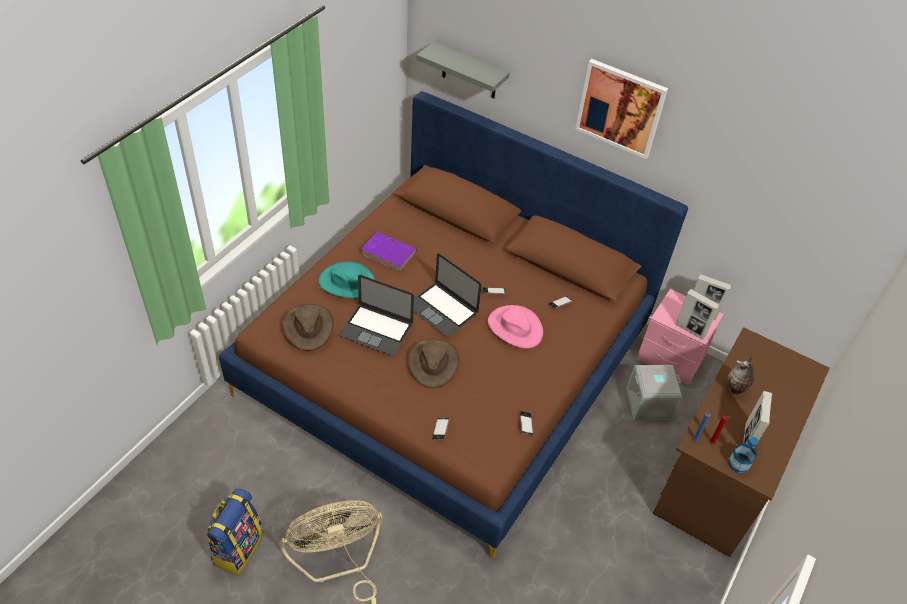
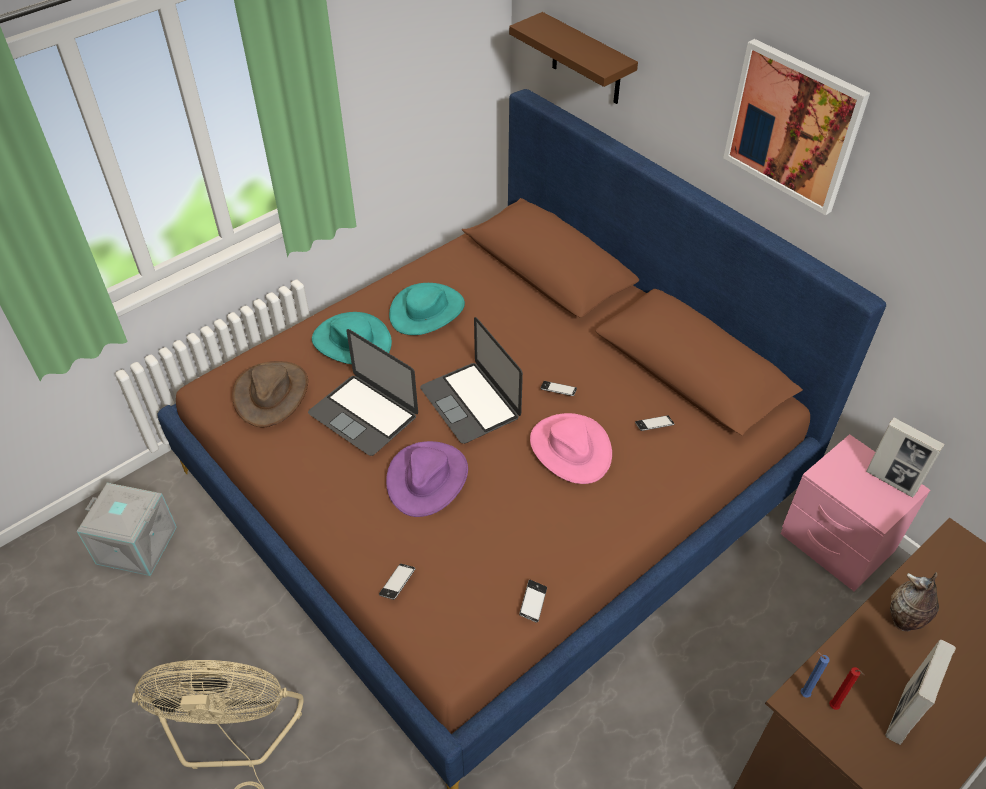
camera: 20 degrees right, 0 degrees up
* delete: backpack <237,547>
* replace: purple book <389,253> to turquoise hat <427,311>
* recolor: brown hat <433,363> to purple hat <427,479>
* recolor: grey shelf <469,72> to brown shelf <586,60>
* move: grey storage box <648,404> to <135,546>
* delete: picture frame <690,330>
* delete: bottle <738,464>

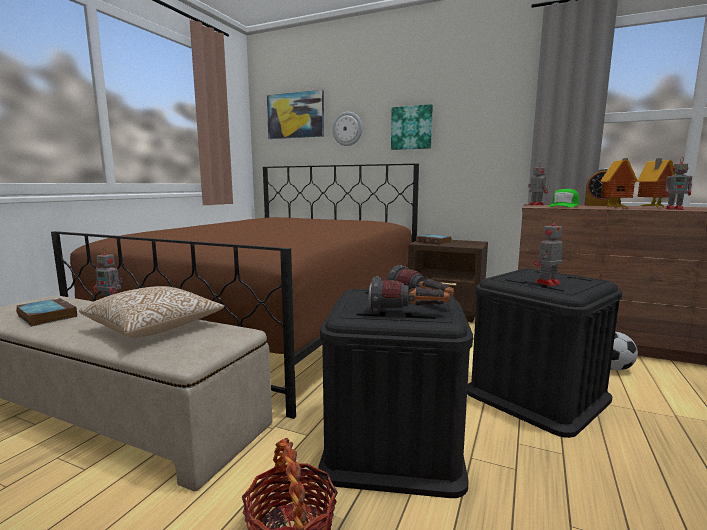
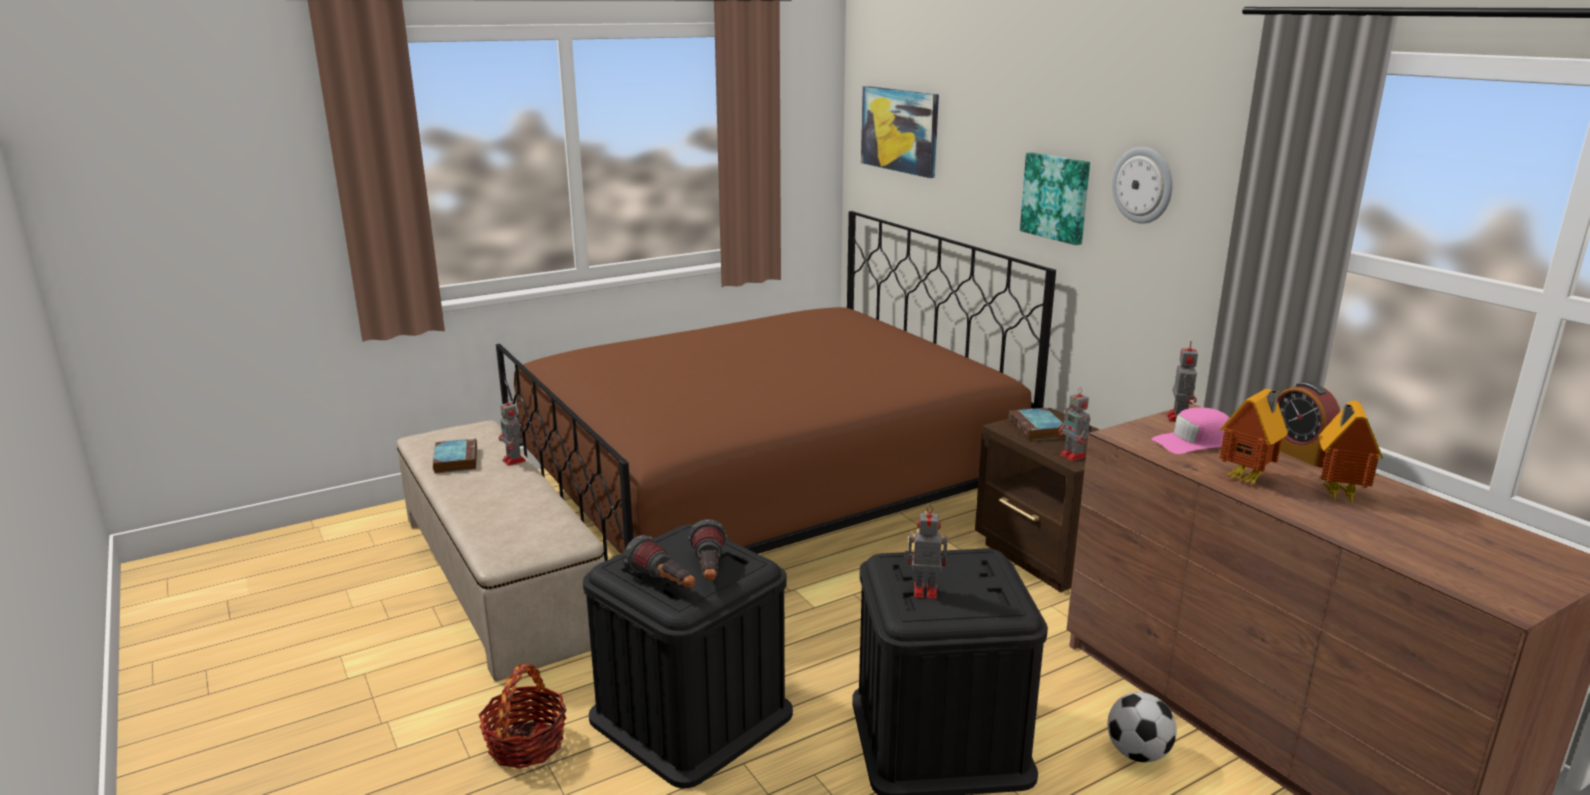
camera: 35 degrees right, 10 degrees up
* delete: pillow <155,328>
* move: wall clock <347,129> to <1143,185>
* recolor: green cap <564,206> to pink cap <1194,442>
* move: toy robot <675,209> to <1074,456>

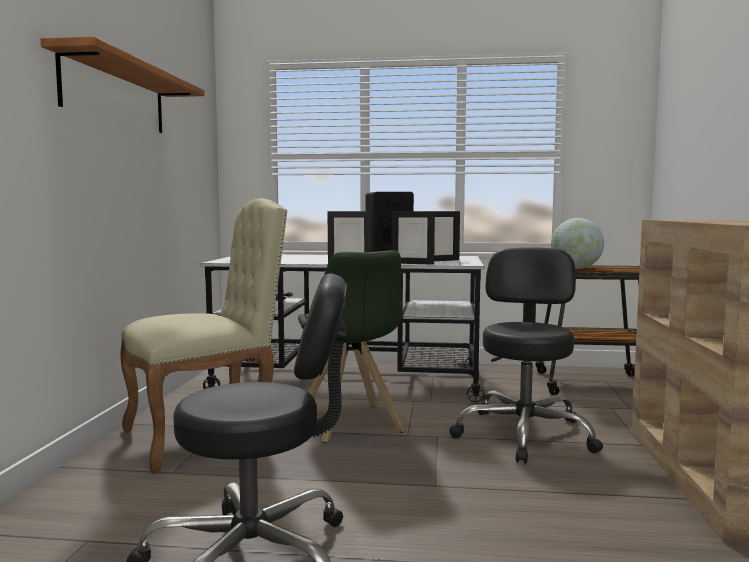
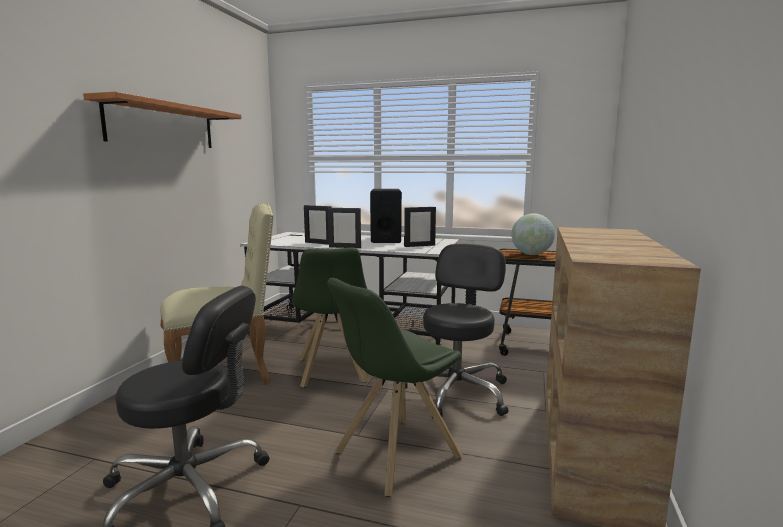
camera: 10 degrees right, 5 degrees up
* move: picture frame <412,263> to <319,243>
* insert: green chair <396,454>

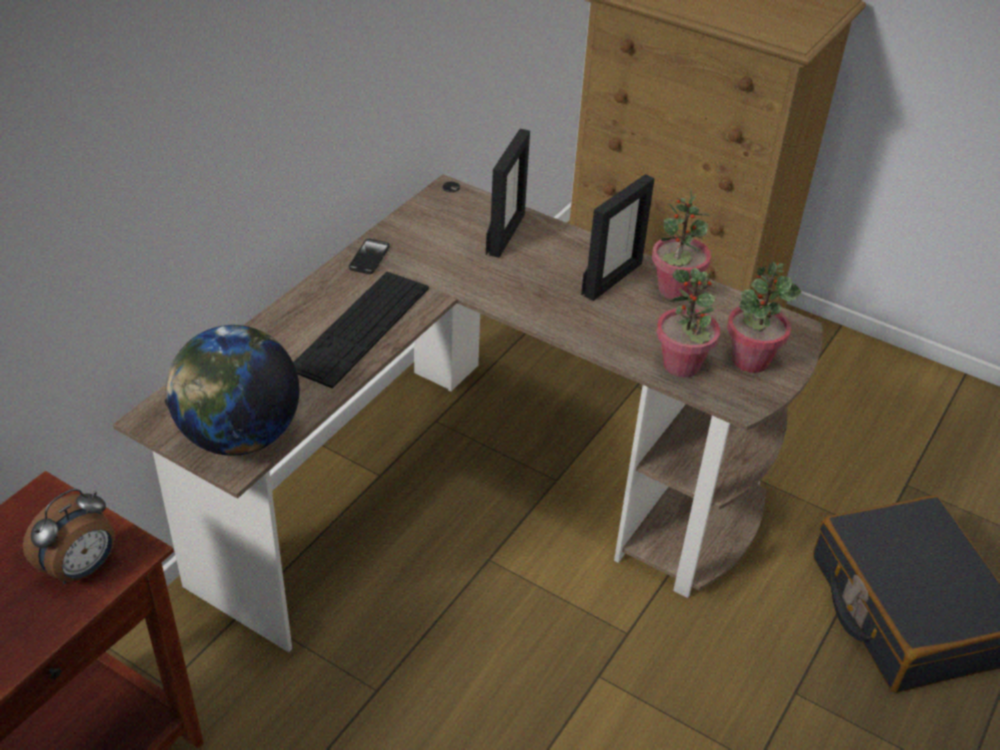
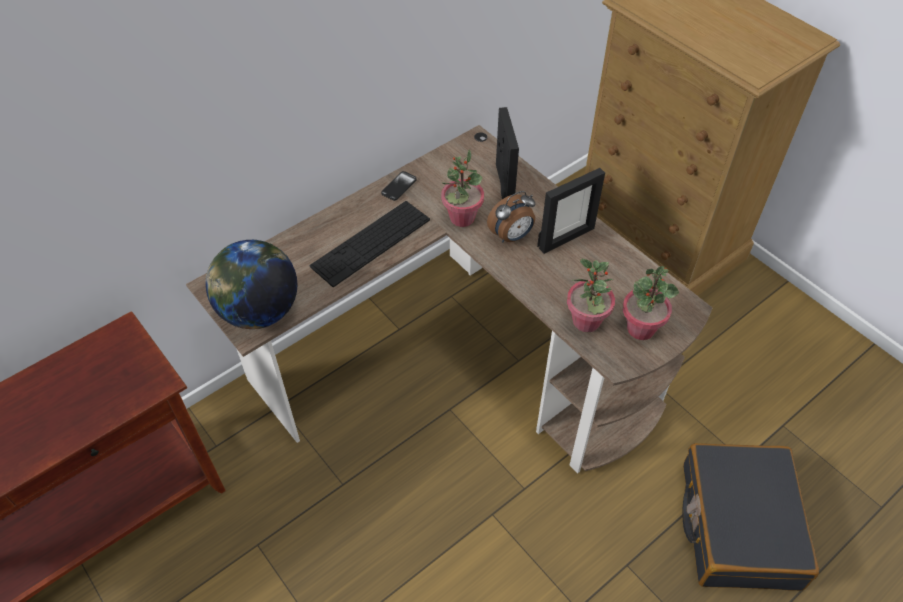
camera: 20 degrees right, 10 degrees up
* move: alarm clock <82,569> to <512,236>
* rotate: picture frame <505,234> = <503,184> 45 degrees counterclockwise
* move: potted plant <675,289> to <462,218>

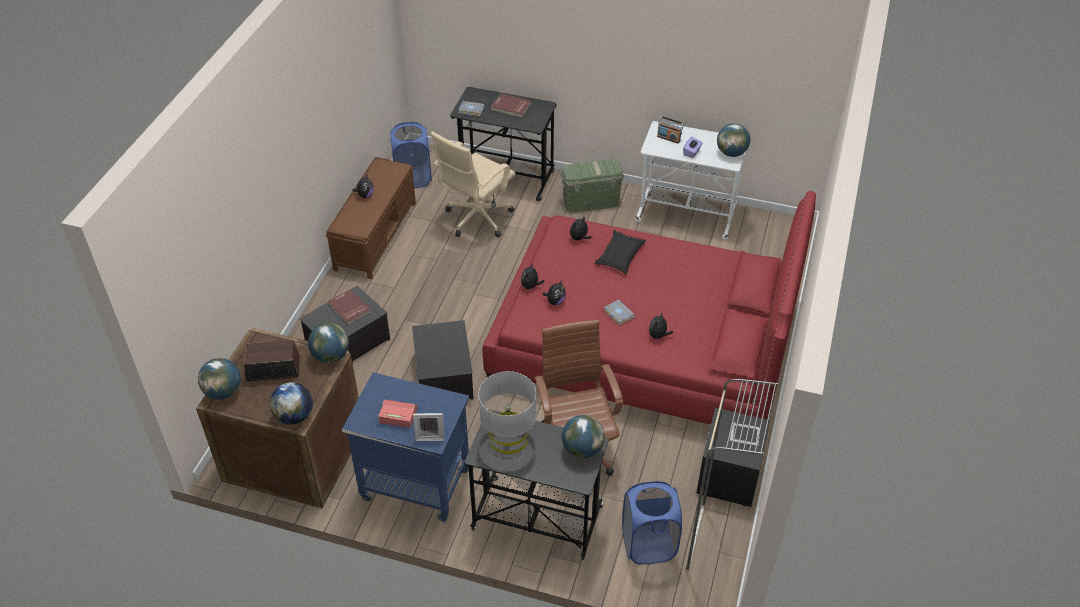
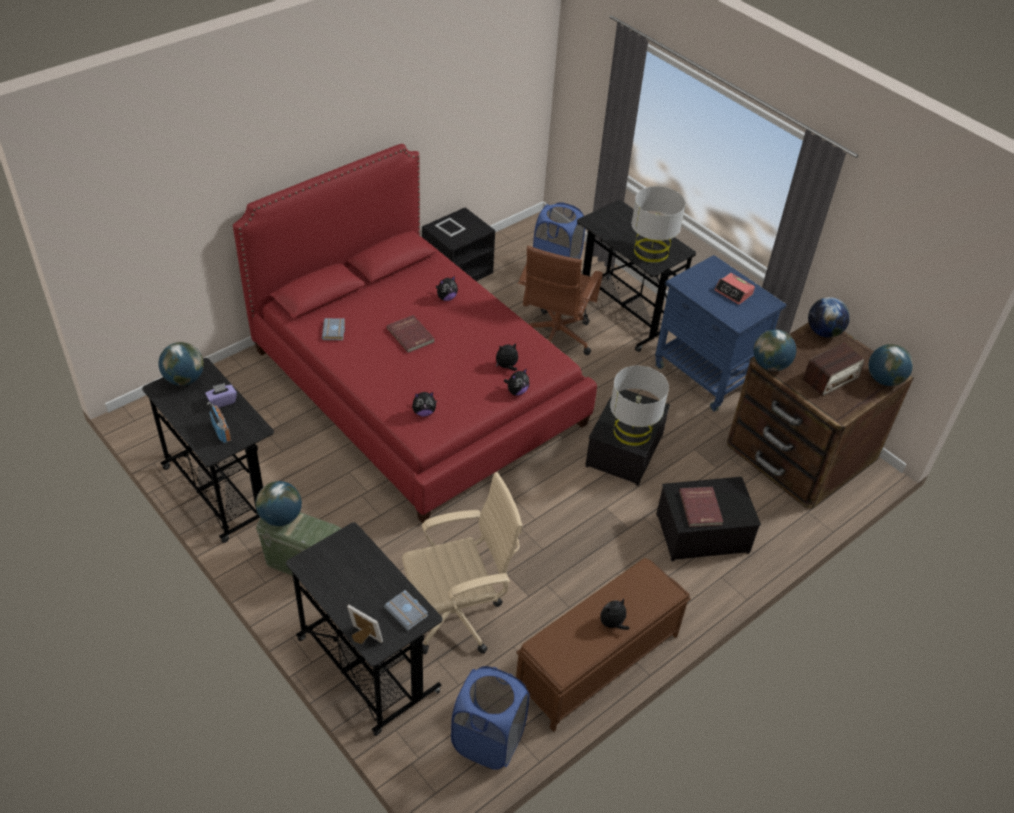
camera: 150 degrees left, 0 degrees up
* rotate: radio <273,369> = <830,378> 60 degrees counterclockwise
* move: picture frame <430,435> to <364,638>
* move: red book <511,107> to <411,335>
* move: globe <582,449> to <281,517>
* delete: black pillow <620,255>
* move: grey book <618,314> to <334,331>
* recolor: white desk <686,214> to black desk <223,489>
* delete: grey clothes rack <716,543>
* insert: grey table lamp <632,431>

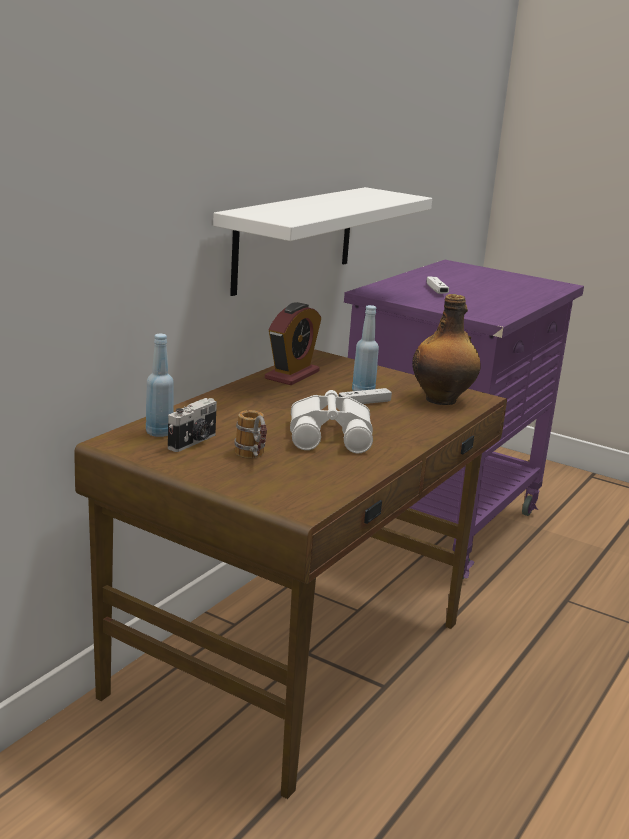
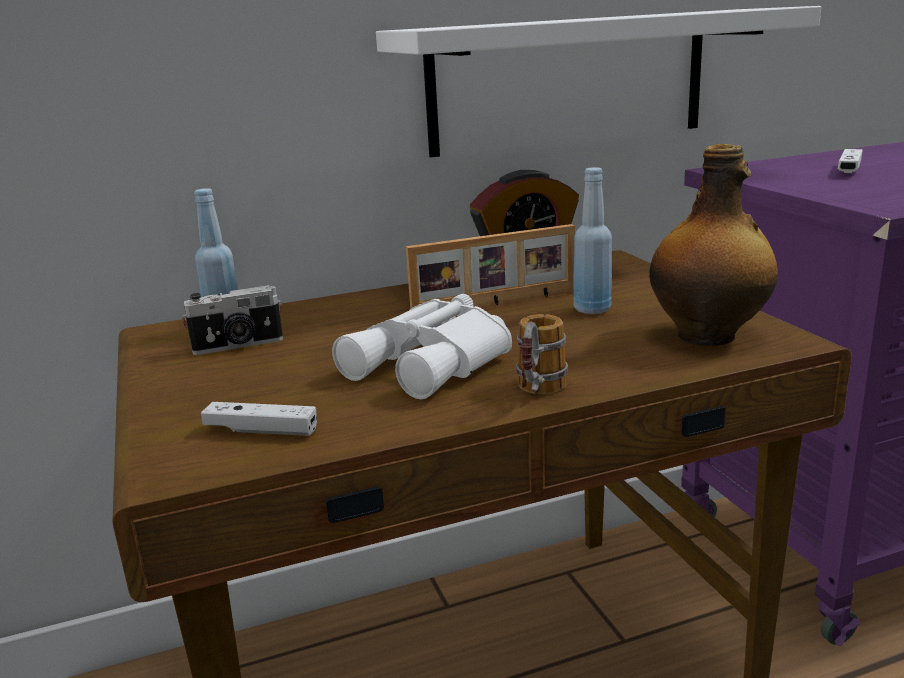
camera: 40 degrees right, 0 degrees up
* move: mug <253,458> to <537,394>
* move: white game controller <364,403> to <261,430>
* insert: picture frame <495,304>

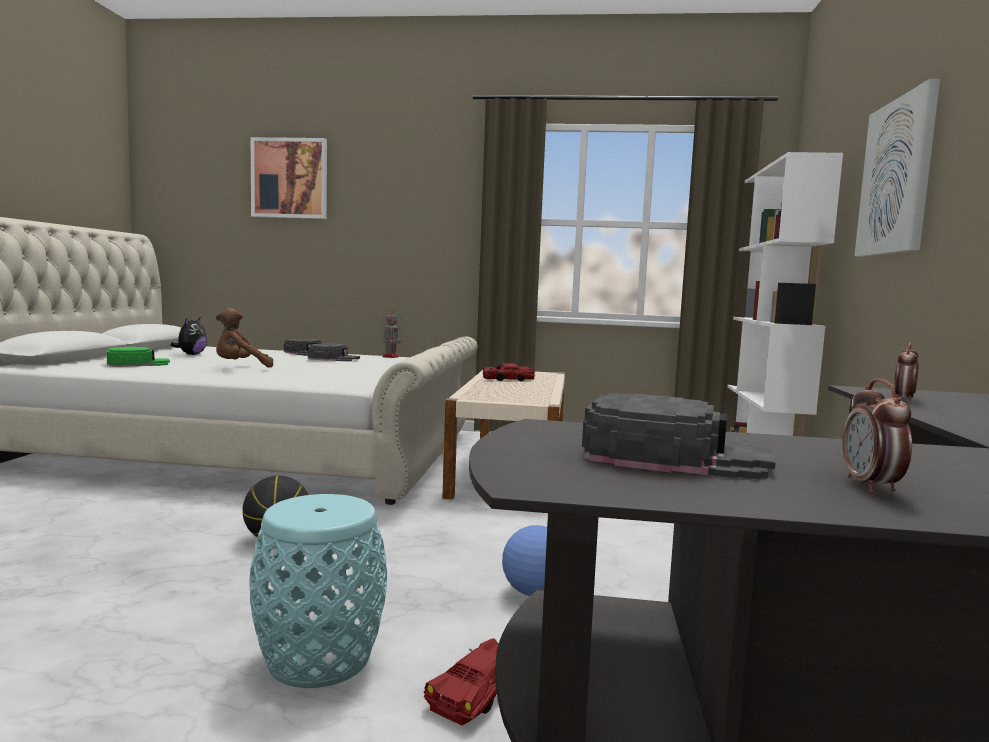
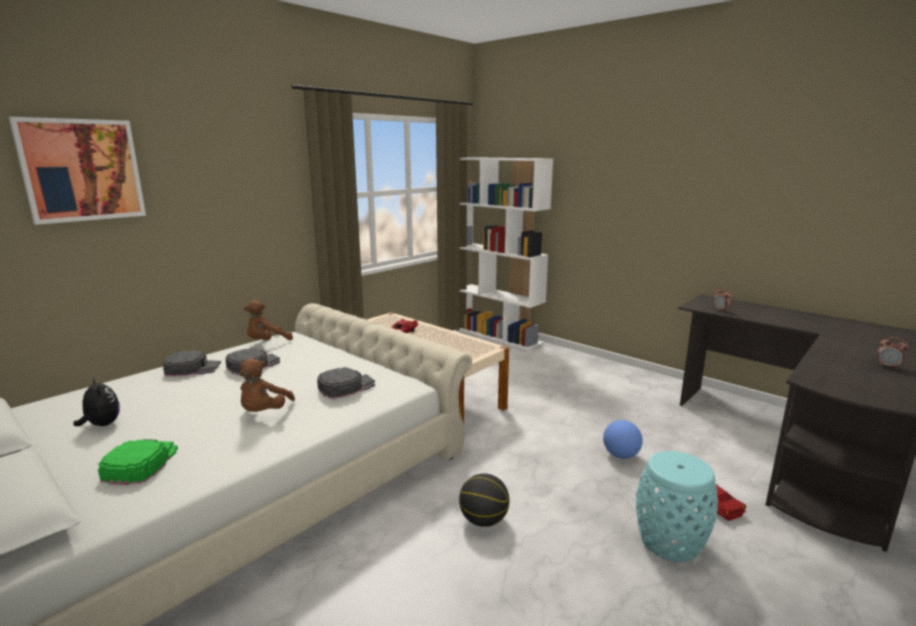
camera: 55 degrees left, 10 degrees up
* replace: toy robot <391,357> to brown plush toy <267,342>
* move: black cap <674,455> to <346,387>
* delete: picture <897,177>

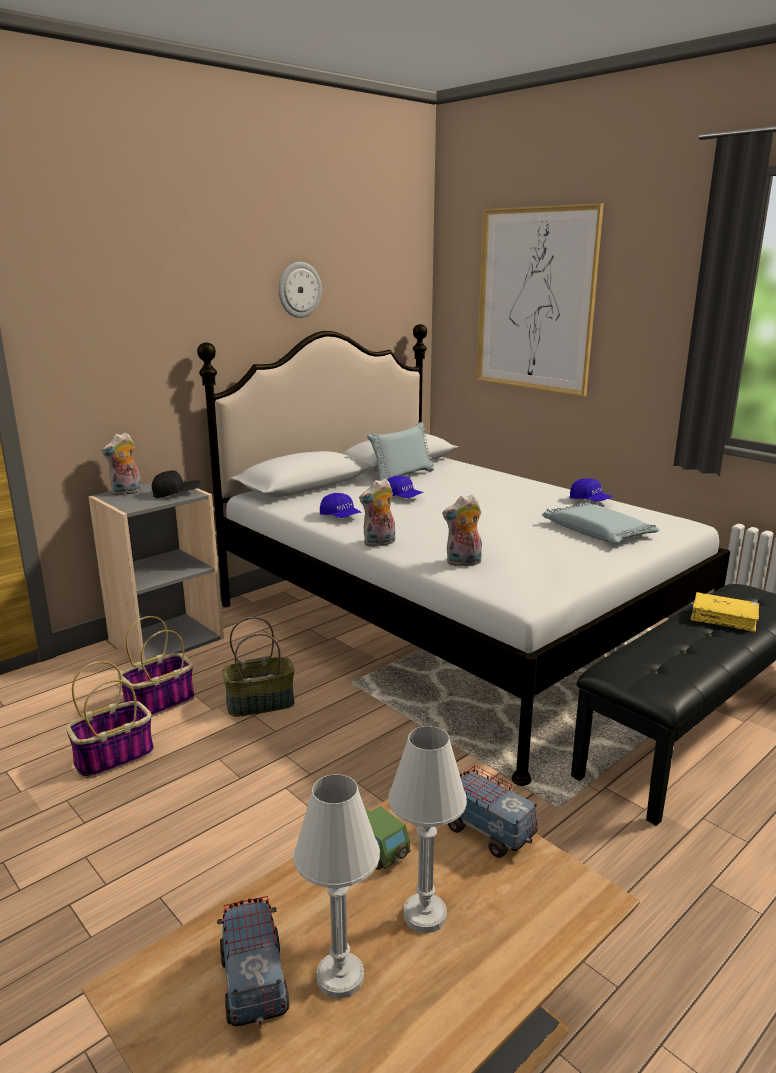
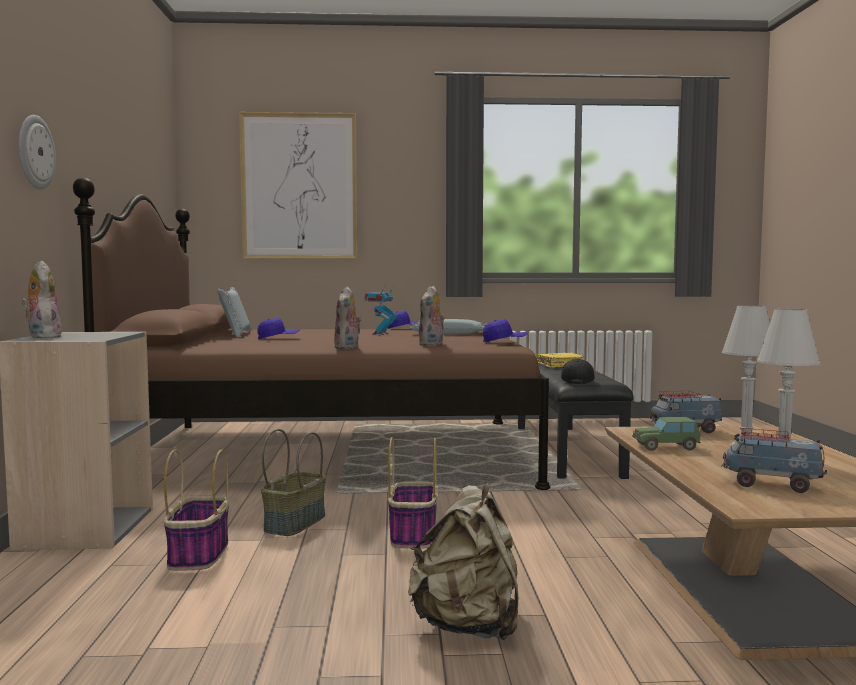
camera: 50 degrees left, 15 degrees down
* move: basket <115,757> to <413,534>
* rotate: plush toy <127,492> = <42,337> 150 degrees clockwise
* move: black cap <176,493> to <577,381>
* recolor: white bed <453,626> to brown bed <335,453>
* move: wall clock <299,290> to <34,152>
* move: blue cap <340,517> to <504,341>
* insert: toy robot <380,334>
* insert: beige backpack <468,626>

